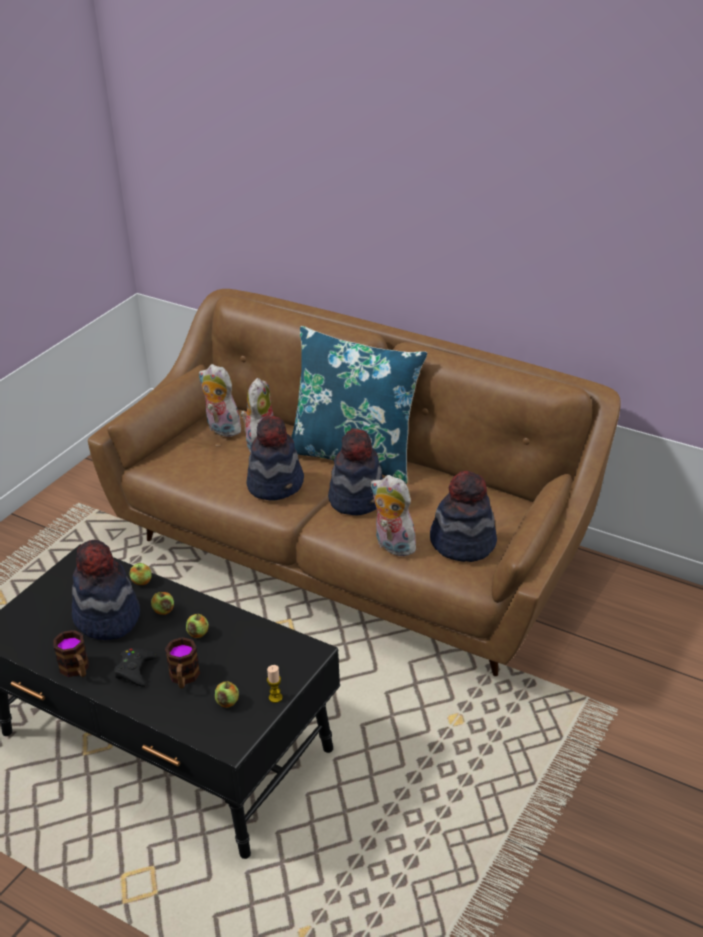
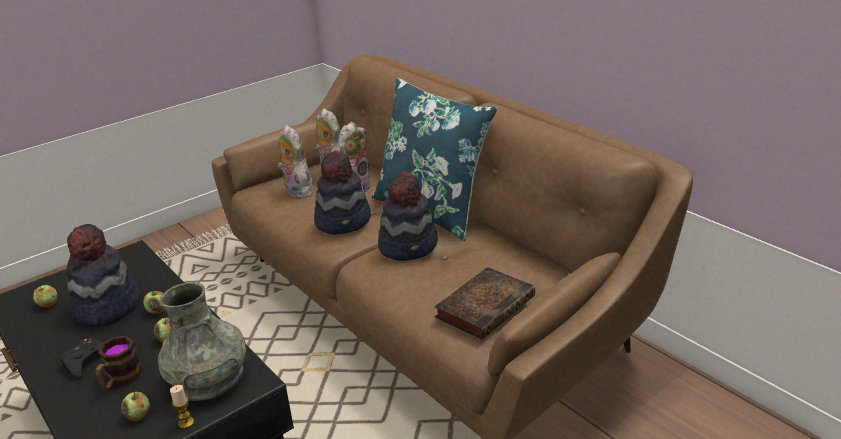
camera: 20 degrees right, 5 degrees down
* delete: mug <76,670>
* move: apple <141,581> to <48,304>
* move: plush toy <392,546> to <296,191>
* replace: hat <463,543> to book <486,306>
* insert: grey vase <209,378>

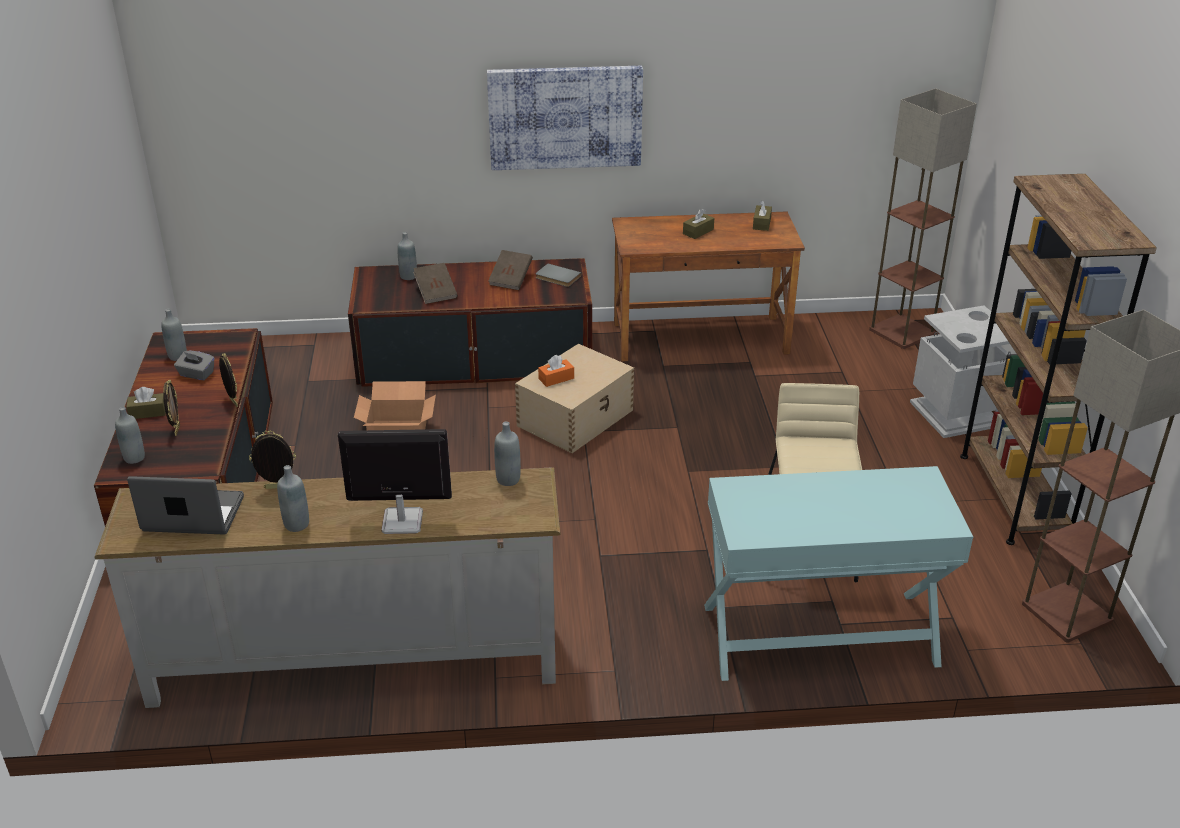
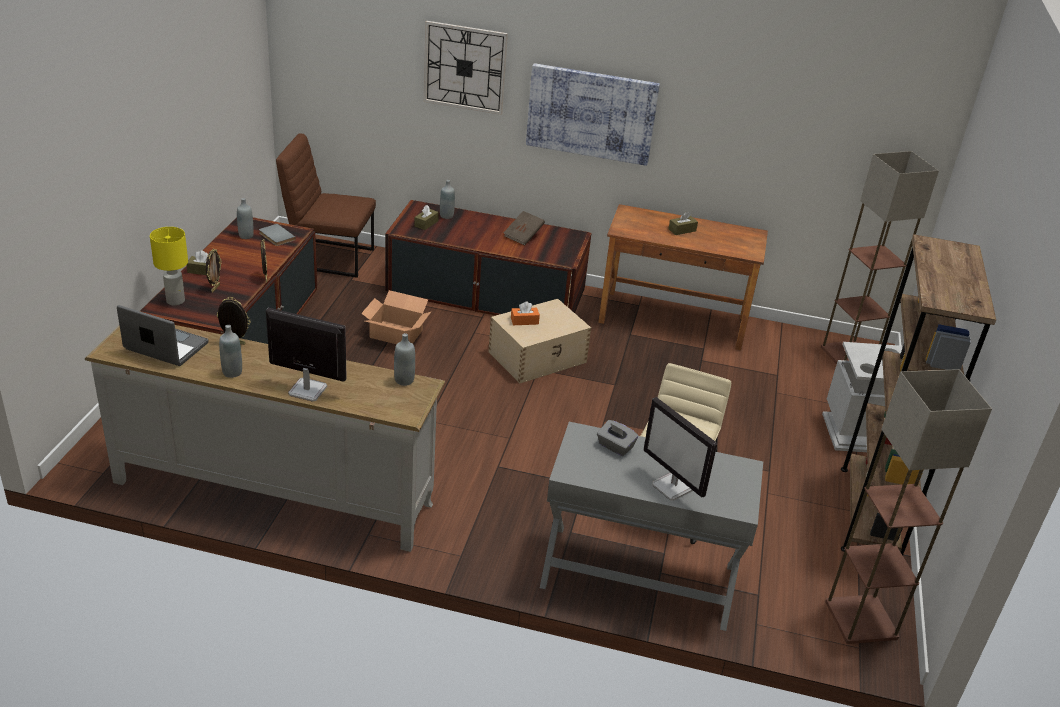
camera: 15 degrees right, 0 degrees up
* replace: grey bottle <134,458> to yellow table lamp <175,301>
* move: grey tissue box <196,374> to <615,447>
* delete: brown book <436,293>
* move: grey book <557,277> to <275,236>
* recolor: turquoise desk <819,636> to grey desk <638,577>
* move: brown tissue box <761,223> to <426,223>
* insert: brown chair <329,257>
* insert: wall clock <465,67>
* insert: monitor <673,487>

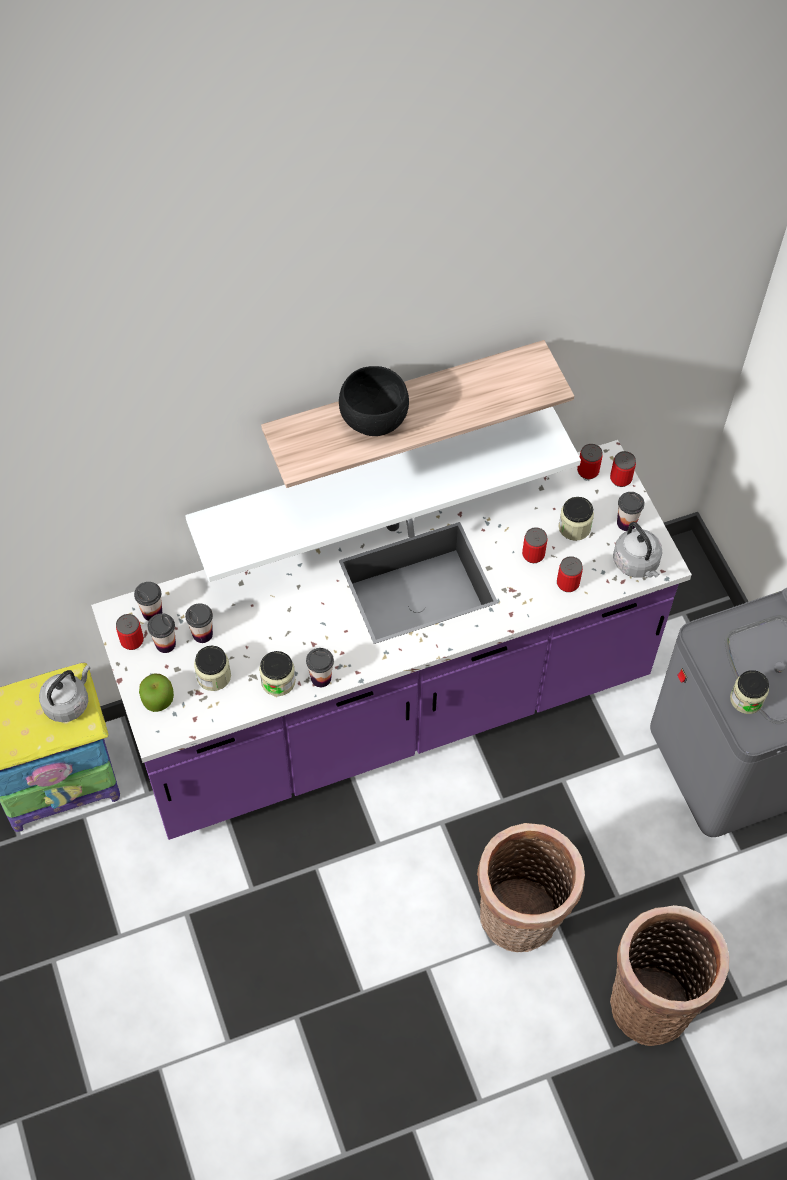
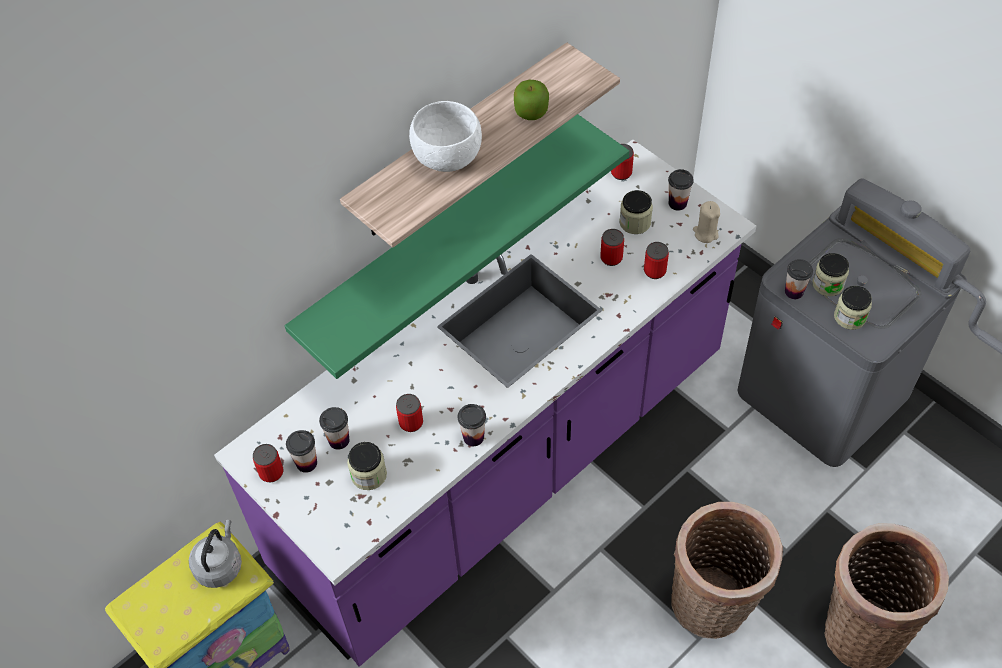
camera: 20 degrees left, 5 degrees down
* move: cup <152,612> to <794,291>
* move: apple <158,699> to <531,111>
* recolor: white shelf <372,477> to green shelf <441,236>
* move: jar <278,681> to <827,284>
* recolor: black bowl <374,421> to white bowl <448,159>
* move: can <620,478> to <411,422>
* replace: grey kettle <637,564> to beige candle <705,233>

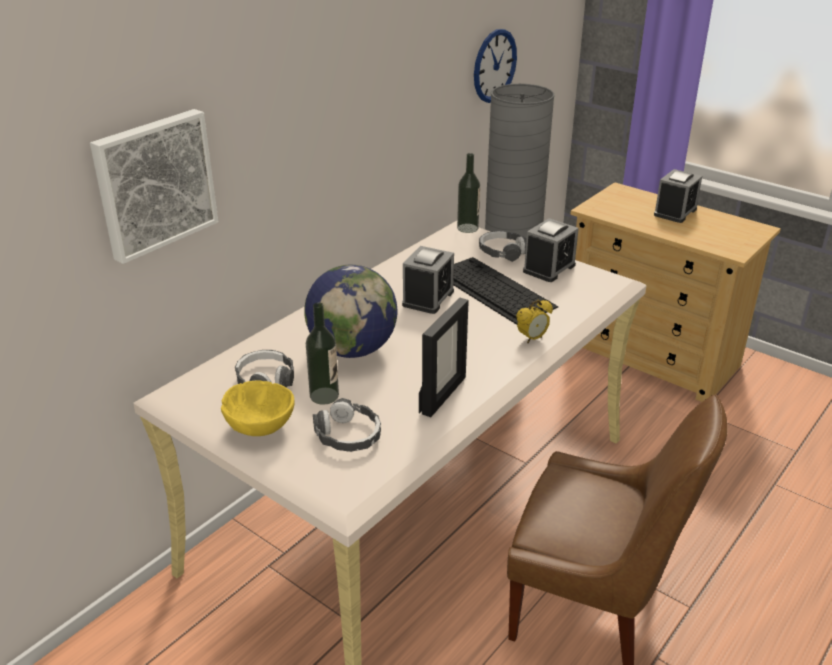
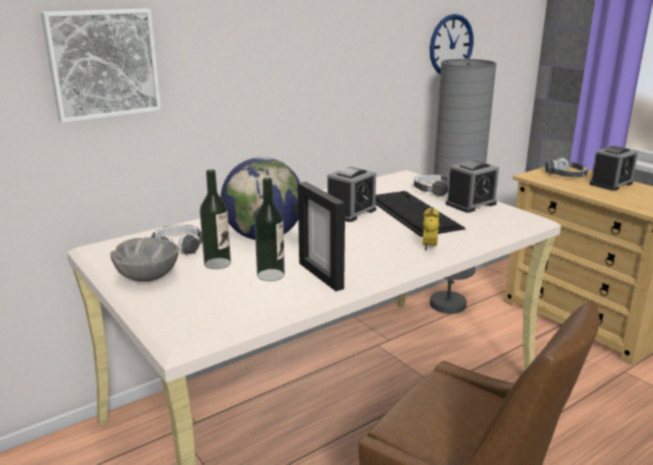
camera: 15 degrees right, 10 degrees down
* recolor: yellow bowl <259,427> to grey bowl <147,277>
* move: headphones <348,435> to <565,175>
* rotate: picture frame <442,394> = <322,275> 105 degrees clockwise
* move: bottle <467,228> to <270,275>
* rotate: alarm clock <532,339> = <429,247> 120 degrees clockwise

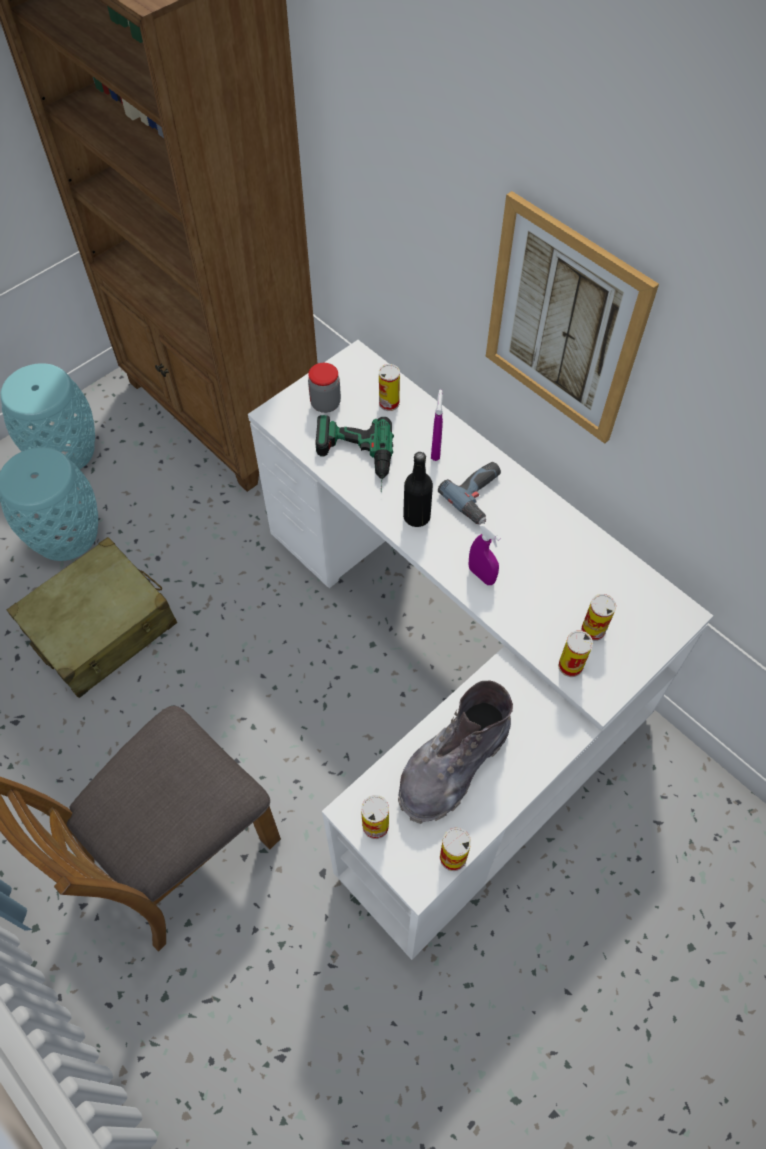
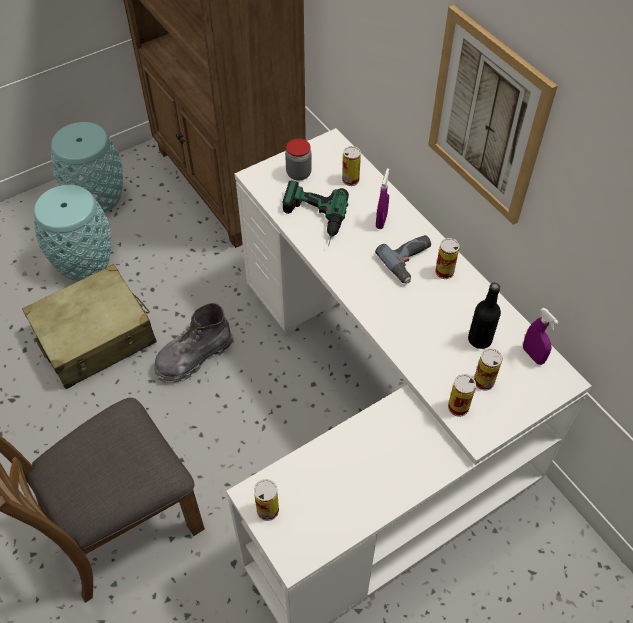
camera: 10 degrees right, 5 degrees down
* move: grey boot <452,766> to <194,357>
* move: black bottle <416,517> to <479,339>
* move: can <453,857> to <444,271>
* move: purple spray bottle <481,575> to <533,355>

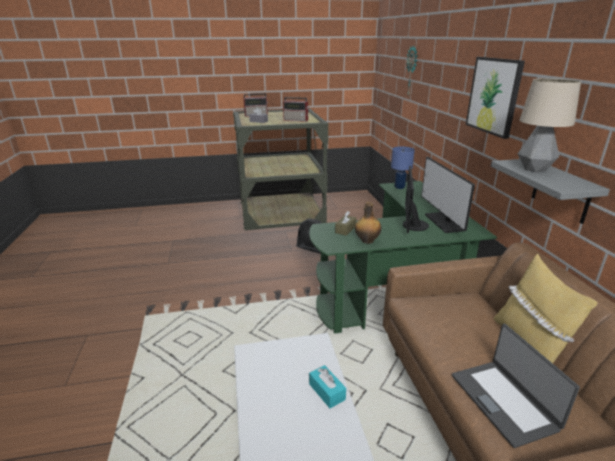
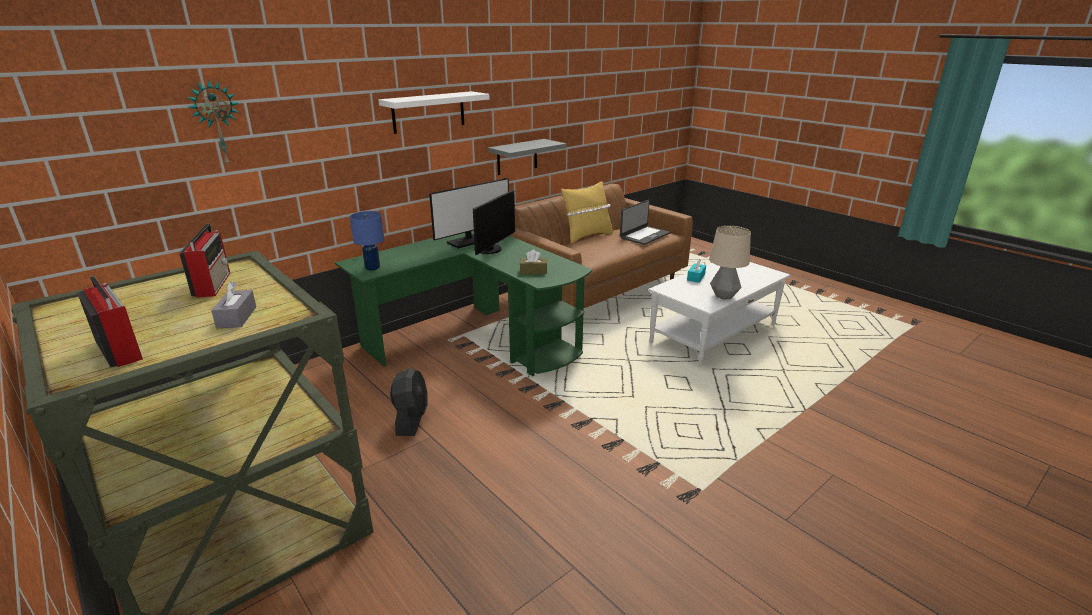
camera: 120 degrees left, 0 degrees up
* delete: bottle <367,241>
* rotate: monitor <412,225> = <491,250> 45 degrees counterclockwise
* replace: picture <493,96> to white shelf <428,112>
* move: table lamp <534,169> to <723,296>

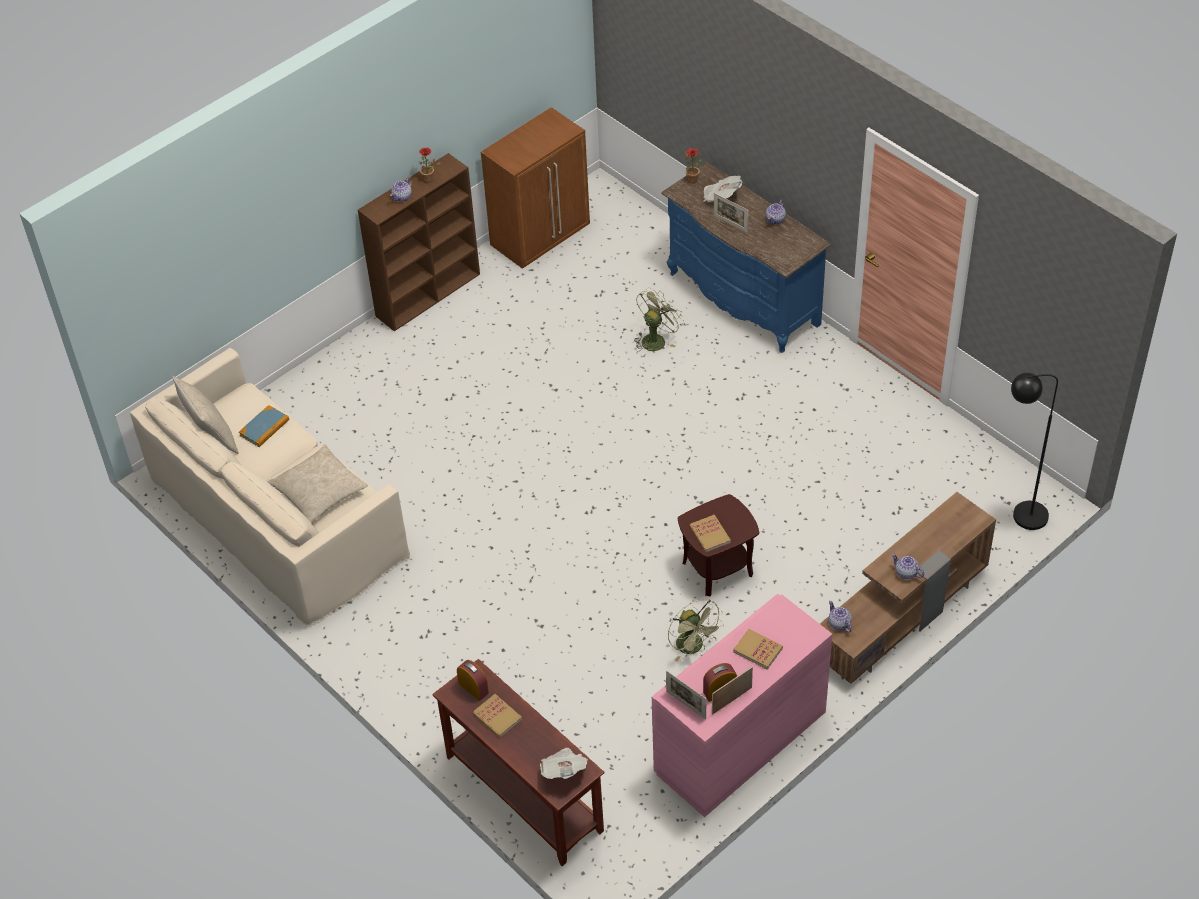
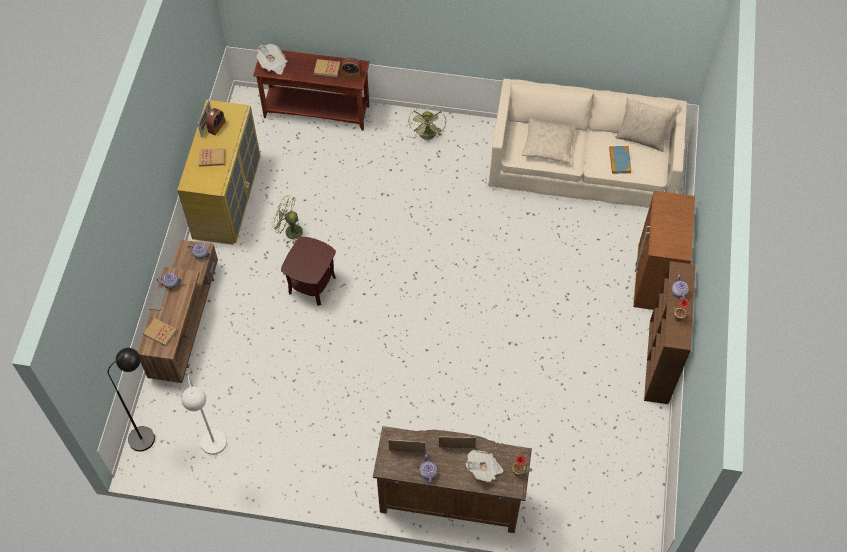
camera: 140 degrees right, 10 degrees up
* move: brown cabinet <540,233> to <655,278>
* move: green fan <656,339> to <428,136>
* recolor: pink cabinet <739,742> to yellow cabinet <227,196>
* move: picture frame <686,705> to <407,451>
* move: book <710,535> to <160,332>
* insert: white floor lamp <215,450>

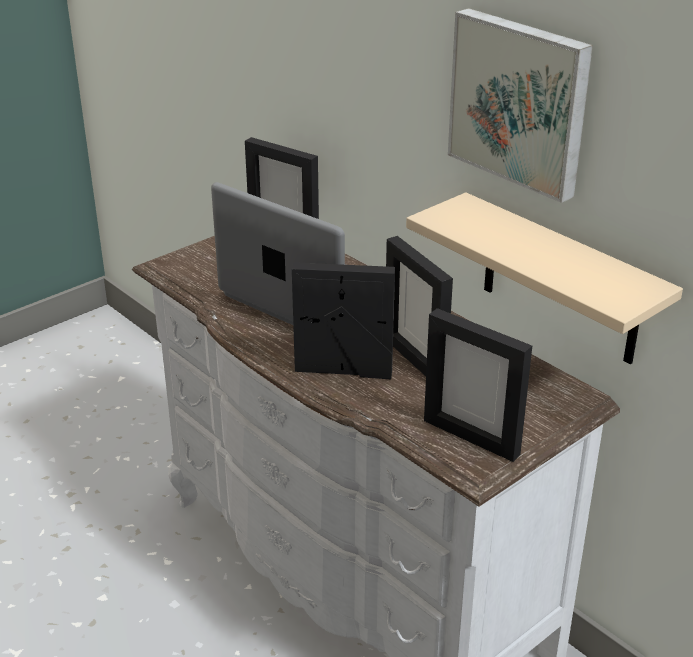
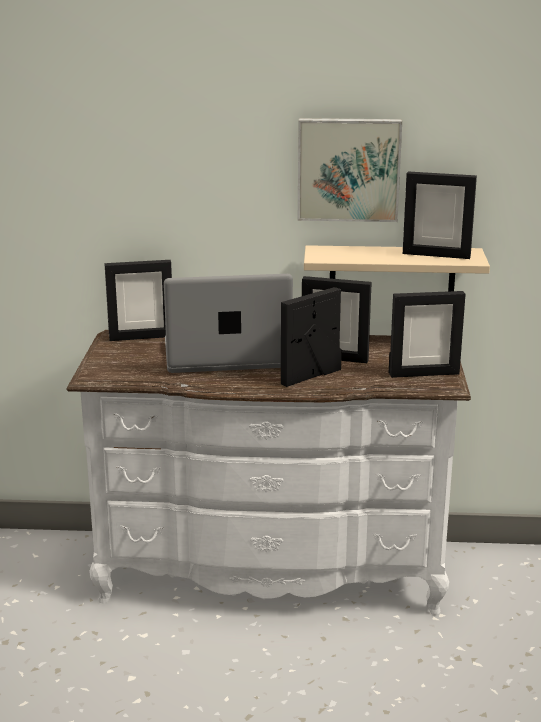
camera: 45 degrees left, 10 degrees down
* insert: picture frame <436,254>

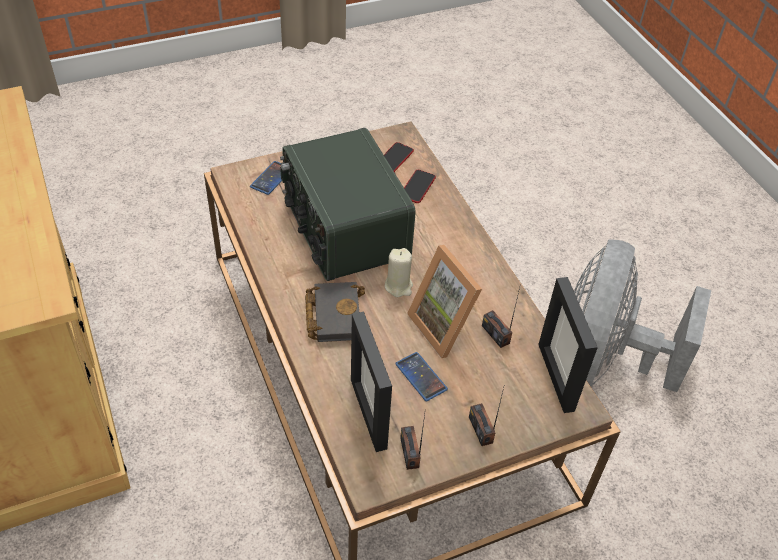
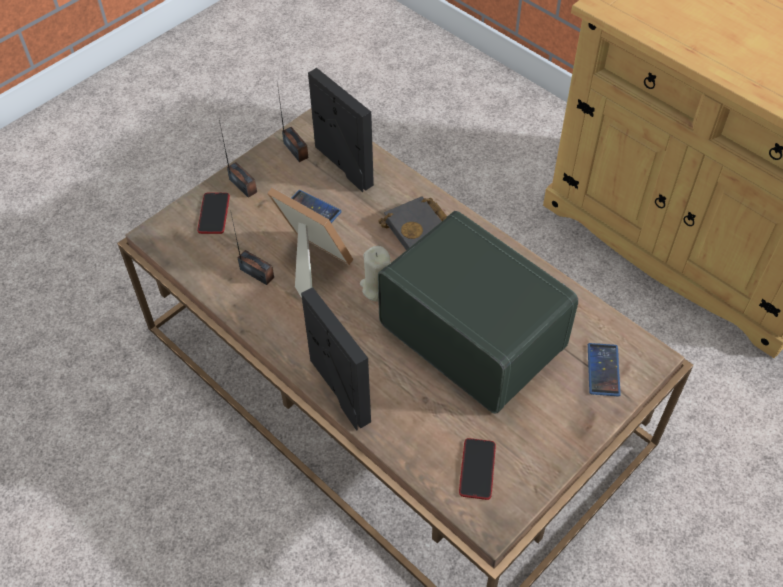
camera: 160 degrees right, 5 degrees up
* move: phone <417,187> to <214,214>
* move: picture frame <557,376> to <338,391>
* delete: grey fan <603,361>

